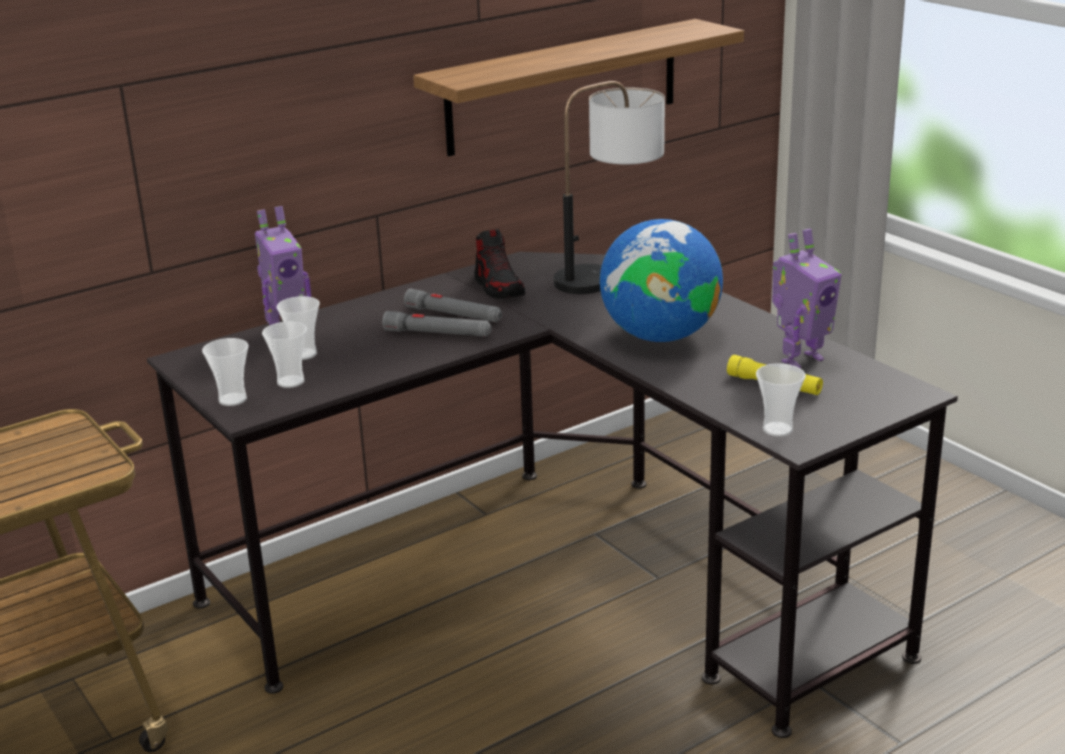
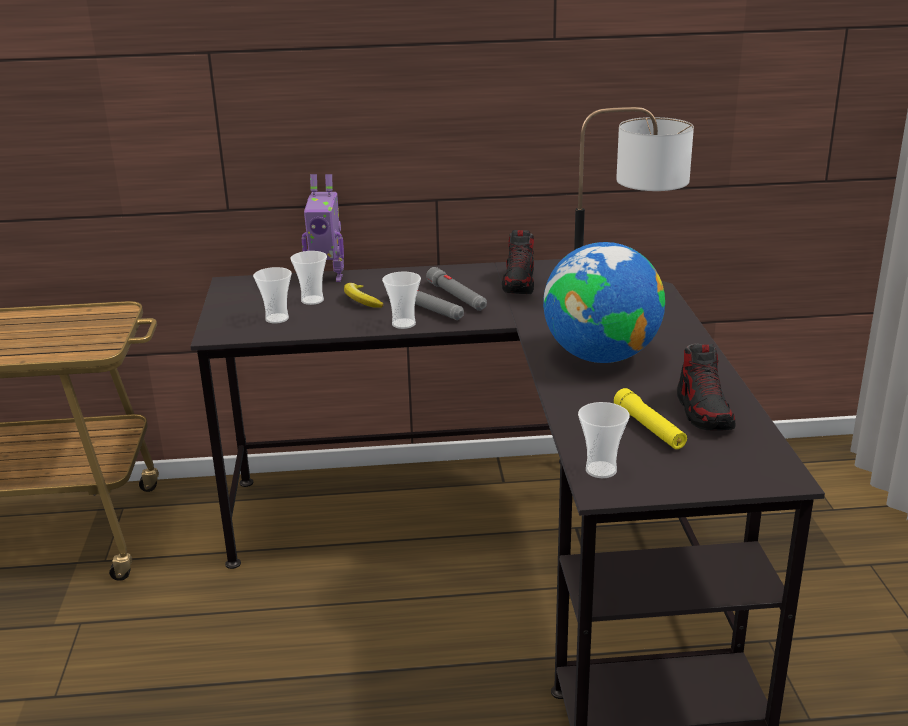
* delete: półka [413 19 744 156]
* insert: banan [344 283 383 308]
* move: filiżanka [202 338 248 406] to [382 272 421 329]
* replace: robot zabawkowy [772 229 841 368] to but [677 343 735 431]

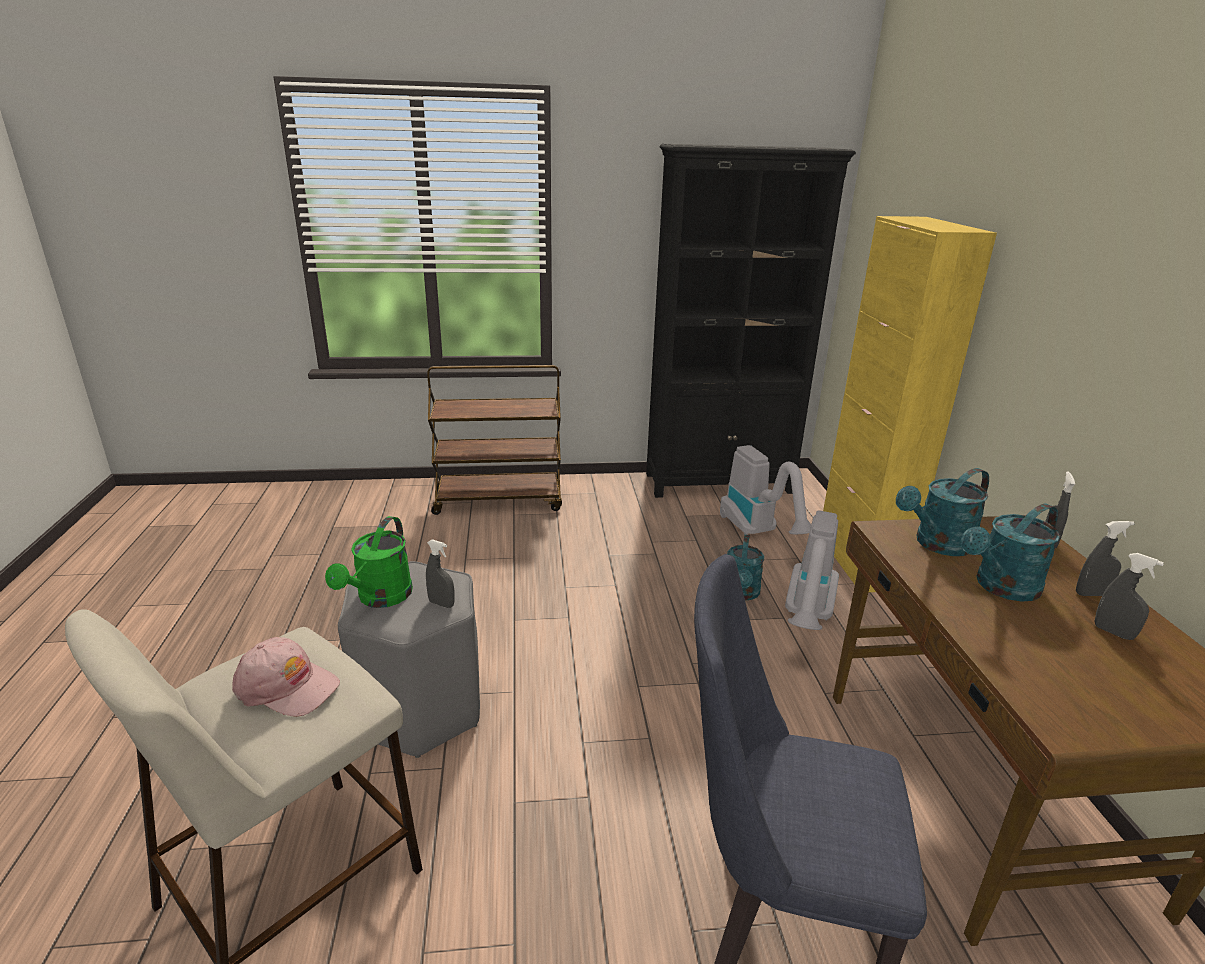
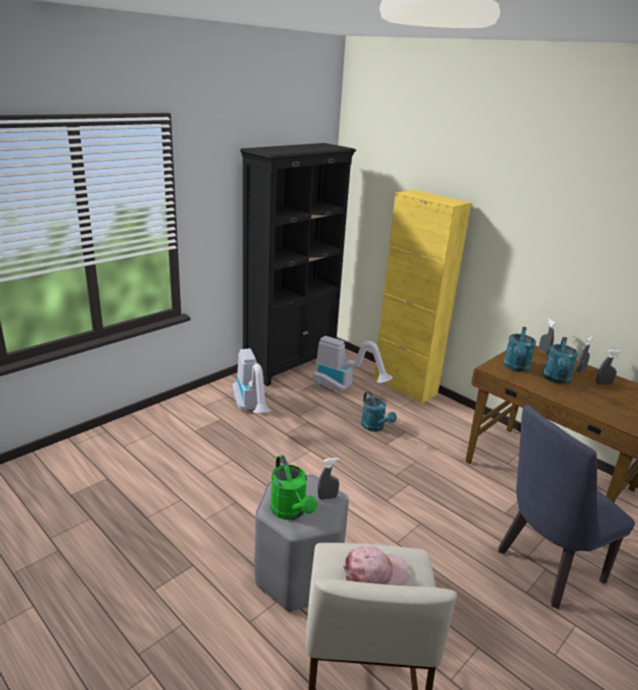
* delete: wózek (brązowy) [427 365 562 515]
* move: odkurzacz [785 511 839 630] to [233 349 271 413]

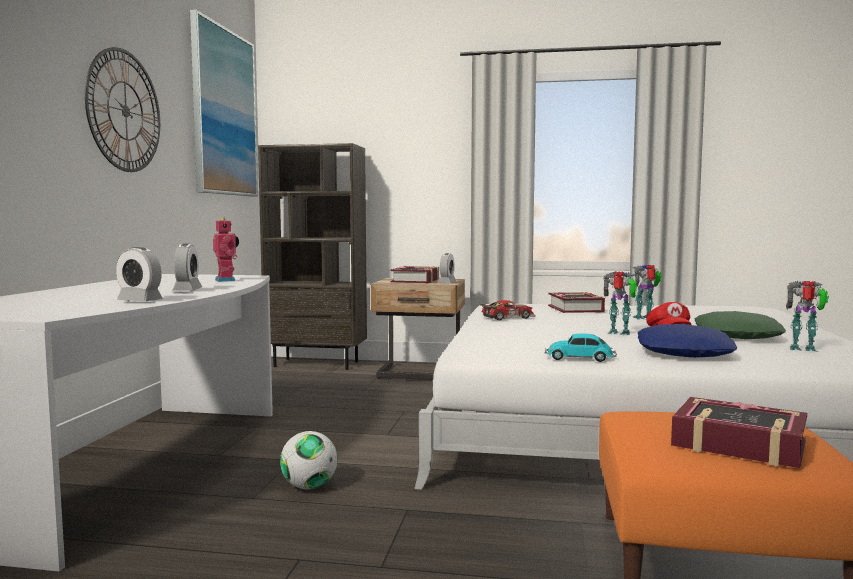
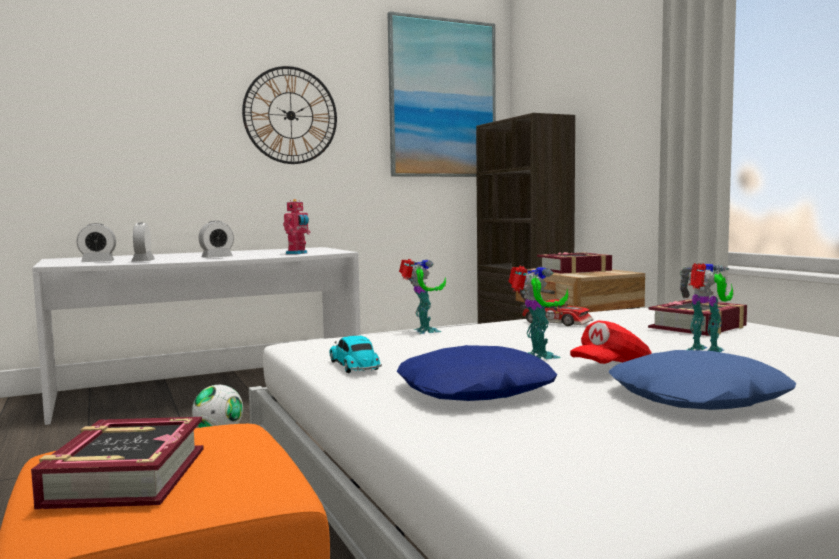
* move: budzik [438 253 456 283] to [77 223 116 262]
* move: robot zabawkowy [786 281 829 352] to [399 259 446 334]
* recolor: poduszka (zielony) [694 311 786 339] to poduszka (niebieski) [609 350 796 410]

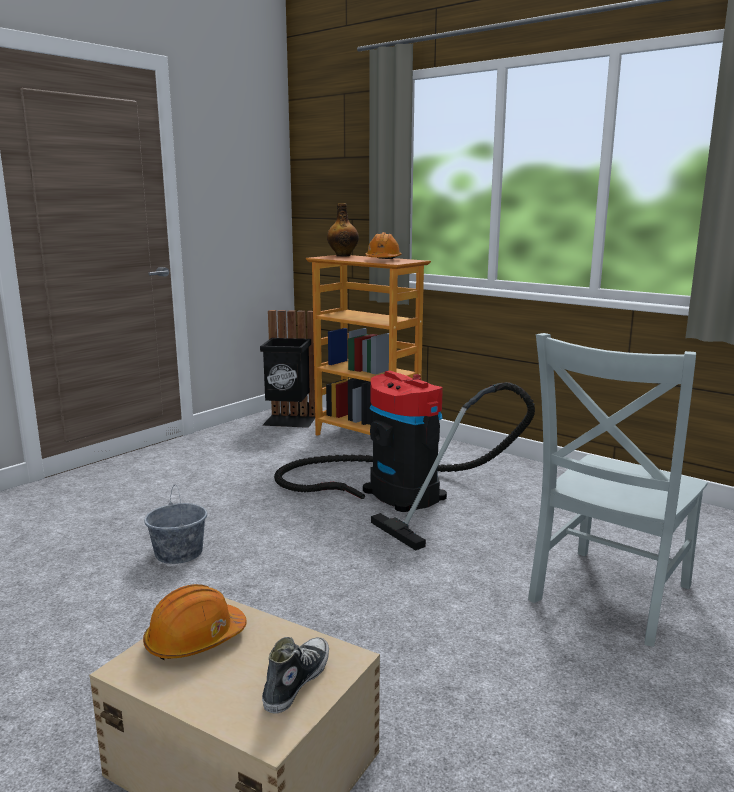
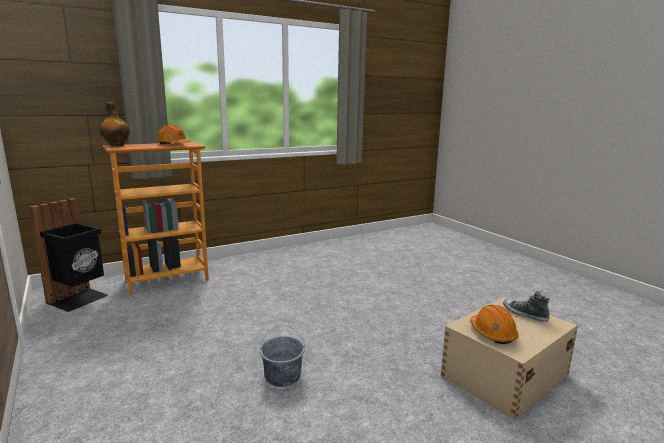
* delete: odkurzacz [274 371 535 551]
* delete: krzesło (szary) [528 333 708 647]

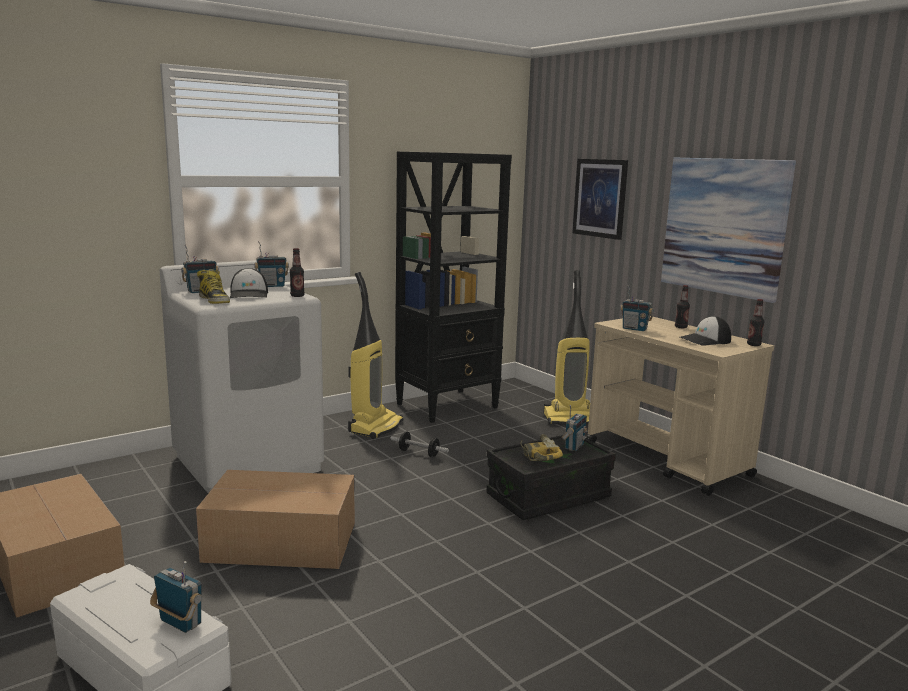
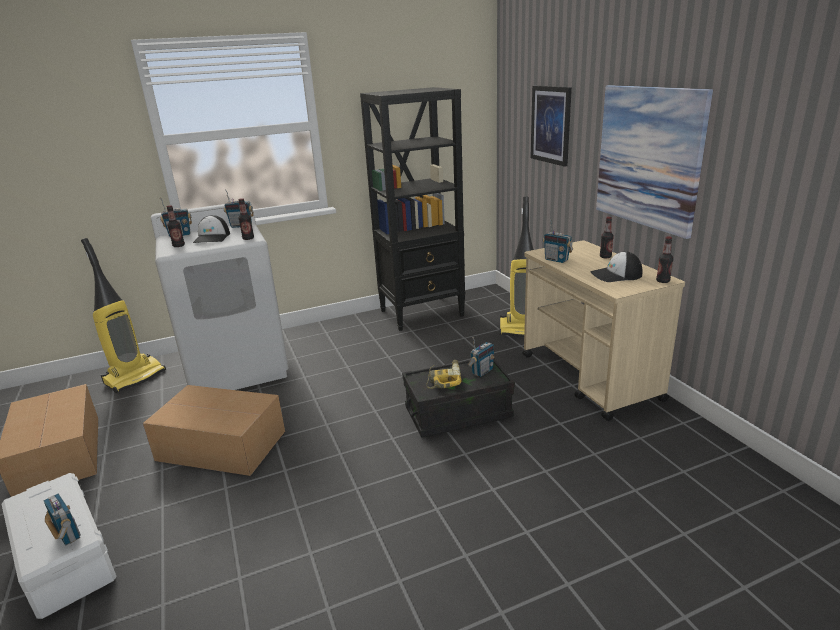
* delete: hantel [390 431 449 457]
* move: odkurzacz [348 272 403 439] to [81 238 166 393]
* replace: but z cholewką [197 269 230 304] to butelka [167 205 185 247]

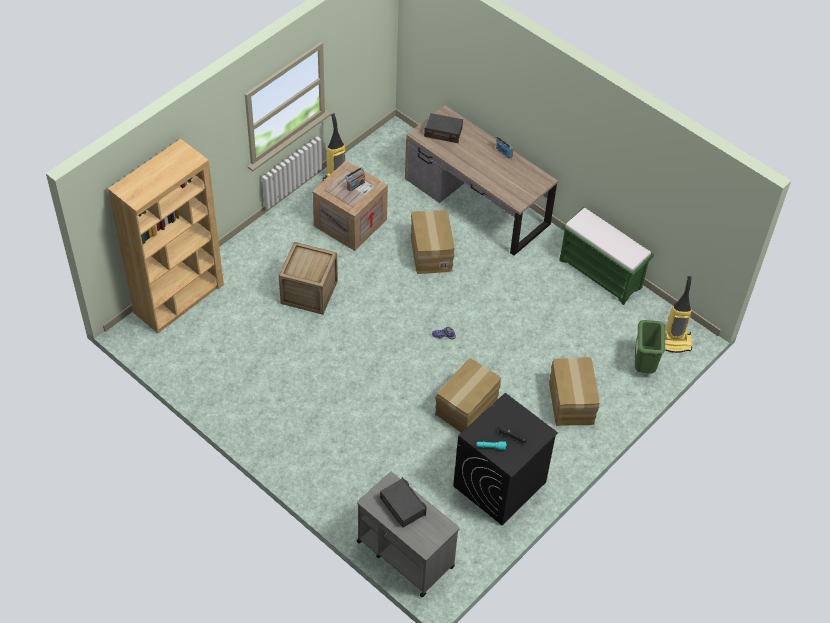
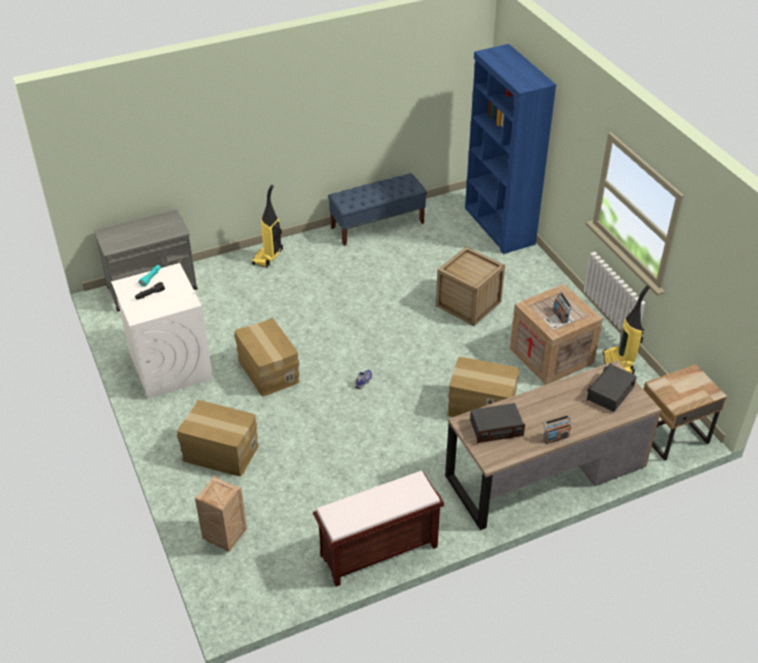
* insert: ławka (niebieski) [328 173 427 246]
* insert: szafka nocna (beżowy) [643 364 727 461]
* move: radio [380 477 426 528] to [470 403 525 443]
* move: odkurzacz [665 276 692 353] to [252 185 283 268]
* replace: kosz na śmieci (zielony) [635 320 665 373] to skrzynka [195 476 247 552]
* recolor: regał (brązowy) [108 139 224 333] to regał (niebieski) [465 44 556 254]
* recolor: pralka (czarny) [453 393 558 525] to pralka (biały) [111 263 213 399]
* recolor: ławka (zielony) [559 207 654 305] to ławka (brązowy) [313 471 444 587]

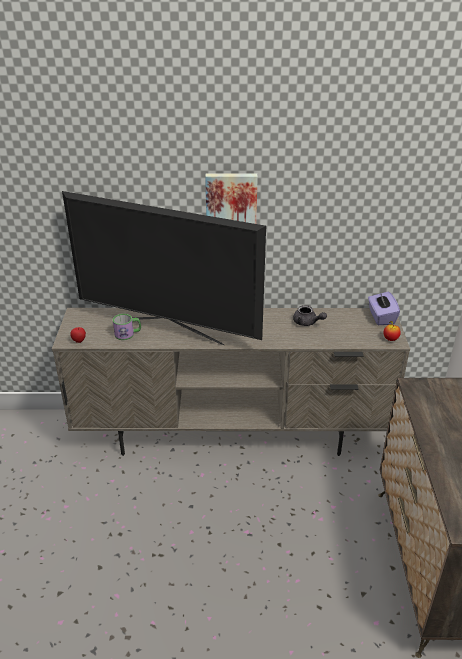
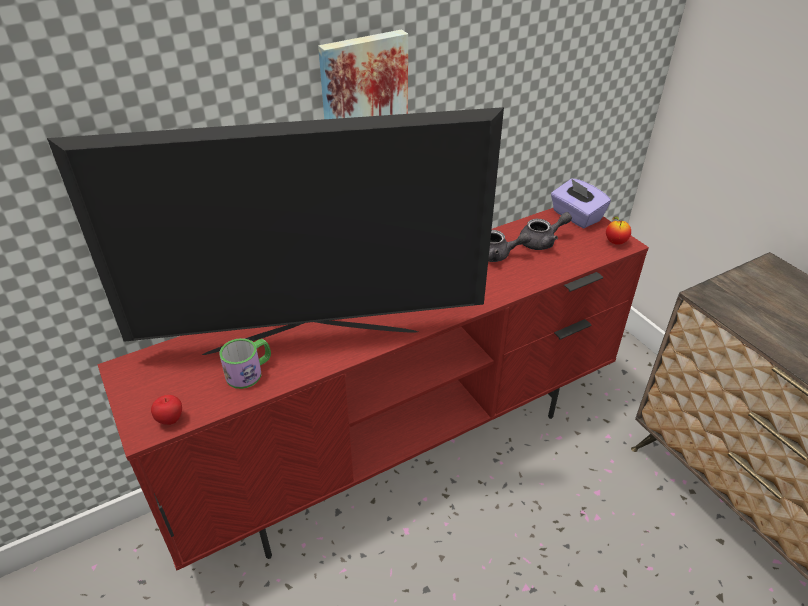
* insert: imbryk (szary) [520 212 572 250]
* recolor: szafka pod telewizor (beżowy) [52 308 410 456] to szafka pod telewizor (czerwony) [98 208 649 570]

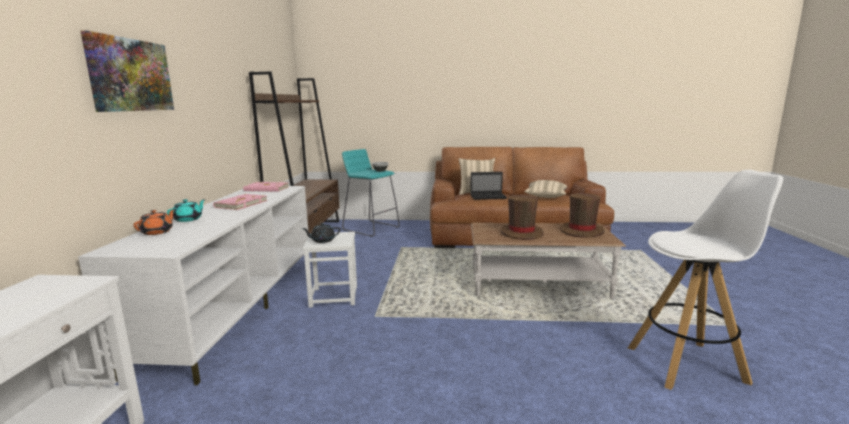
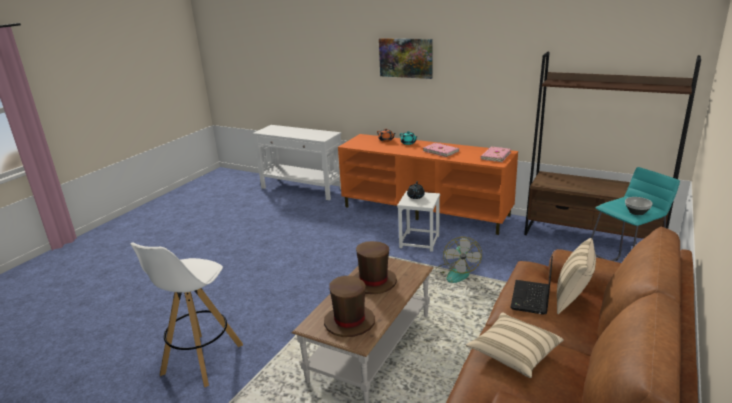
* insert: wentylator [435 237 482 283]
* recolor: szafka pod telewizor (biały) [78 186 308 385] to szafka pod telewizor (pomarańczowy) [338 134 518 235]

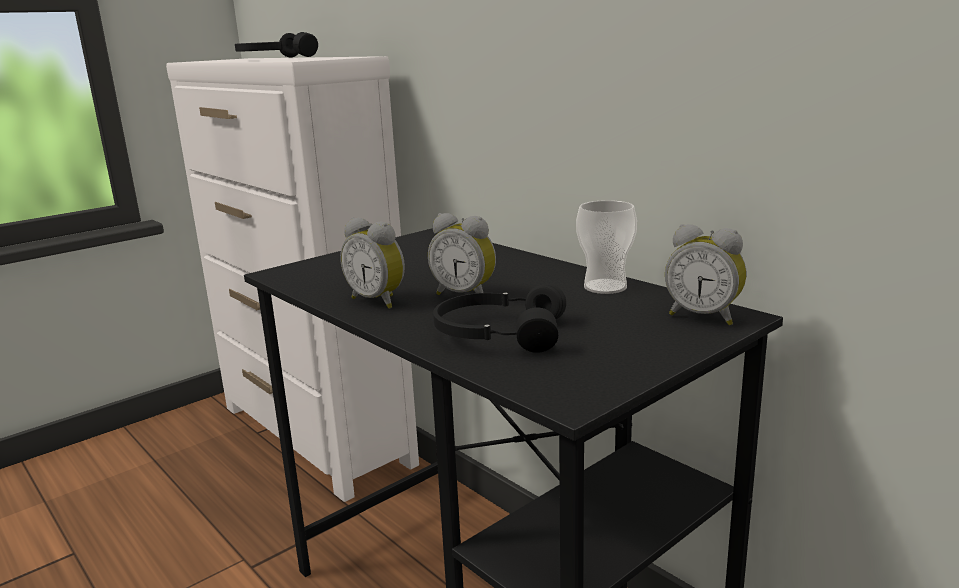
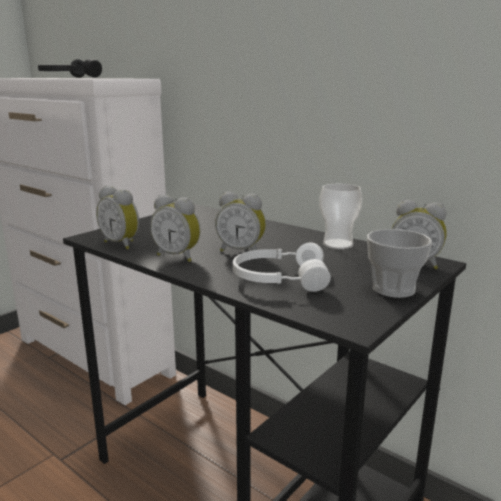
* insert: budzik [96 186 139 250]
* insert: filiżanka [367 229 432 298]
* recolor: słuchawki (czarny) [433 284 566 353] to słuchawki (biały) [233 242 331 292]

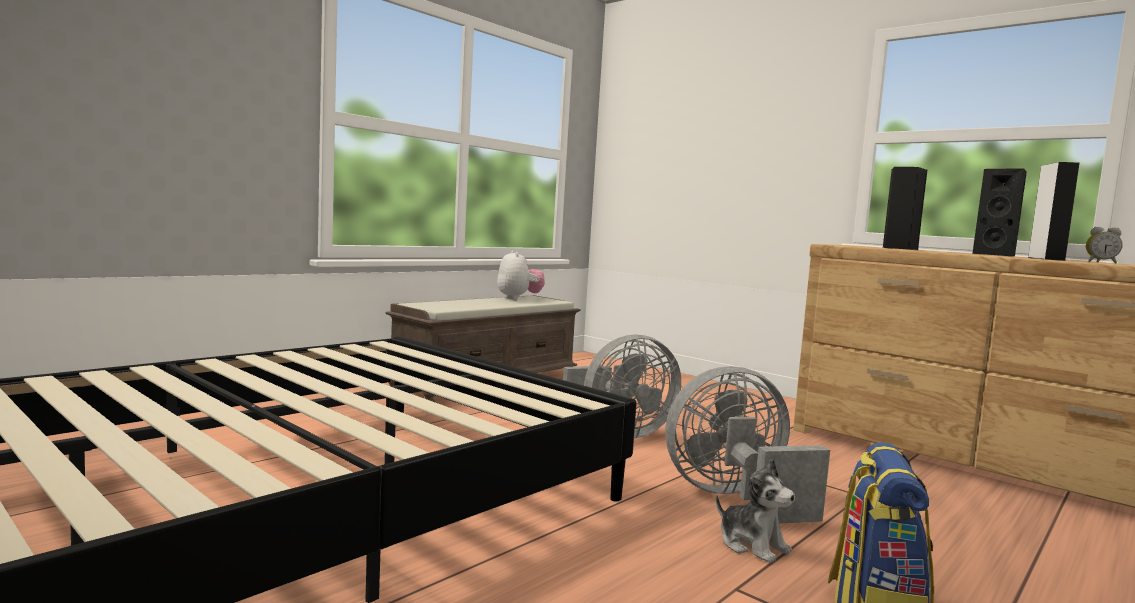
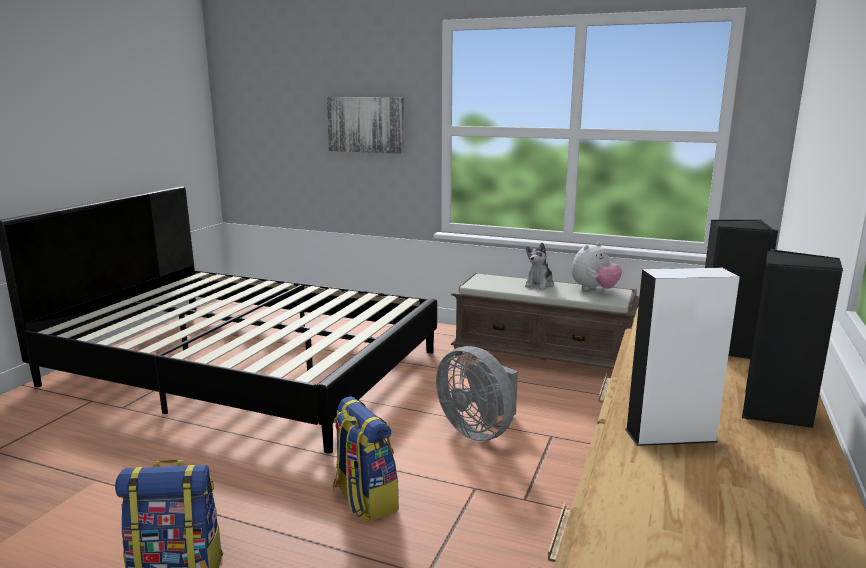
* delete: budzik [1086 227 1123 264]
* insert: obraz [327 97 404 154]
* move: pluszak [716 459 795 563] to [525 243 554 290]
* replace: wentylator (szary) [665 366 830 524] to plecak [333 396 399 523]

